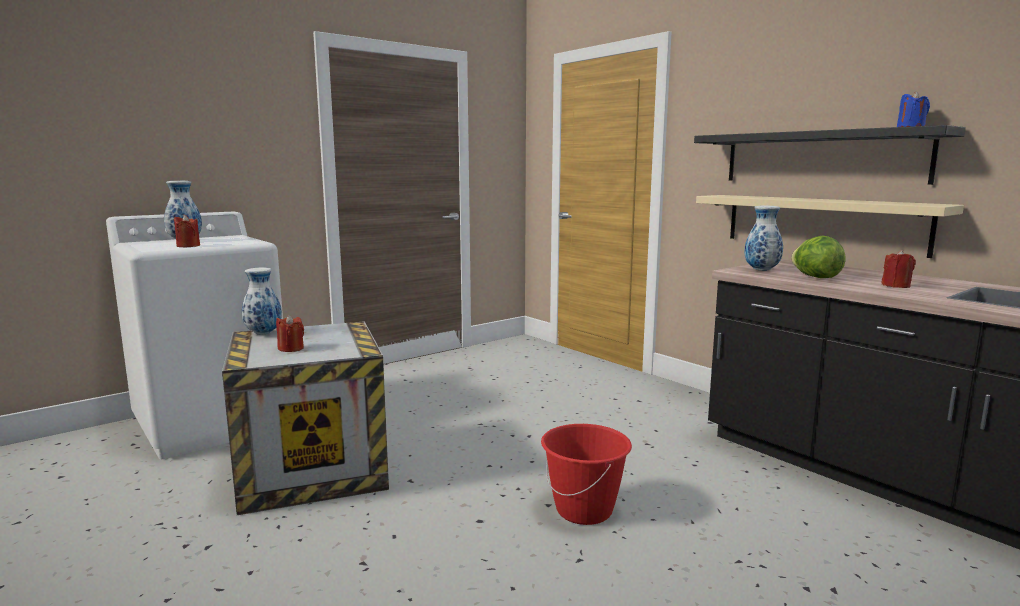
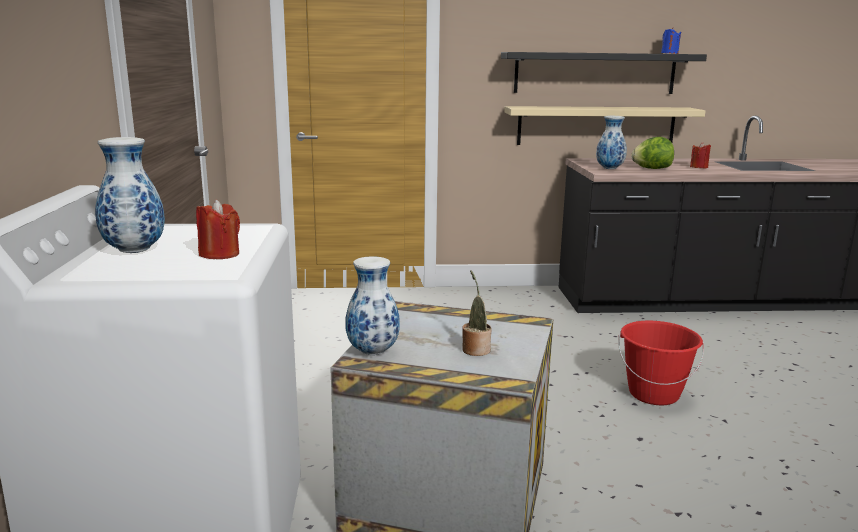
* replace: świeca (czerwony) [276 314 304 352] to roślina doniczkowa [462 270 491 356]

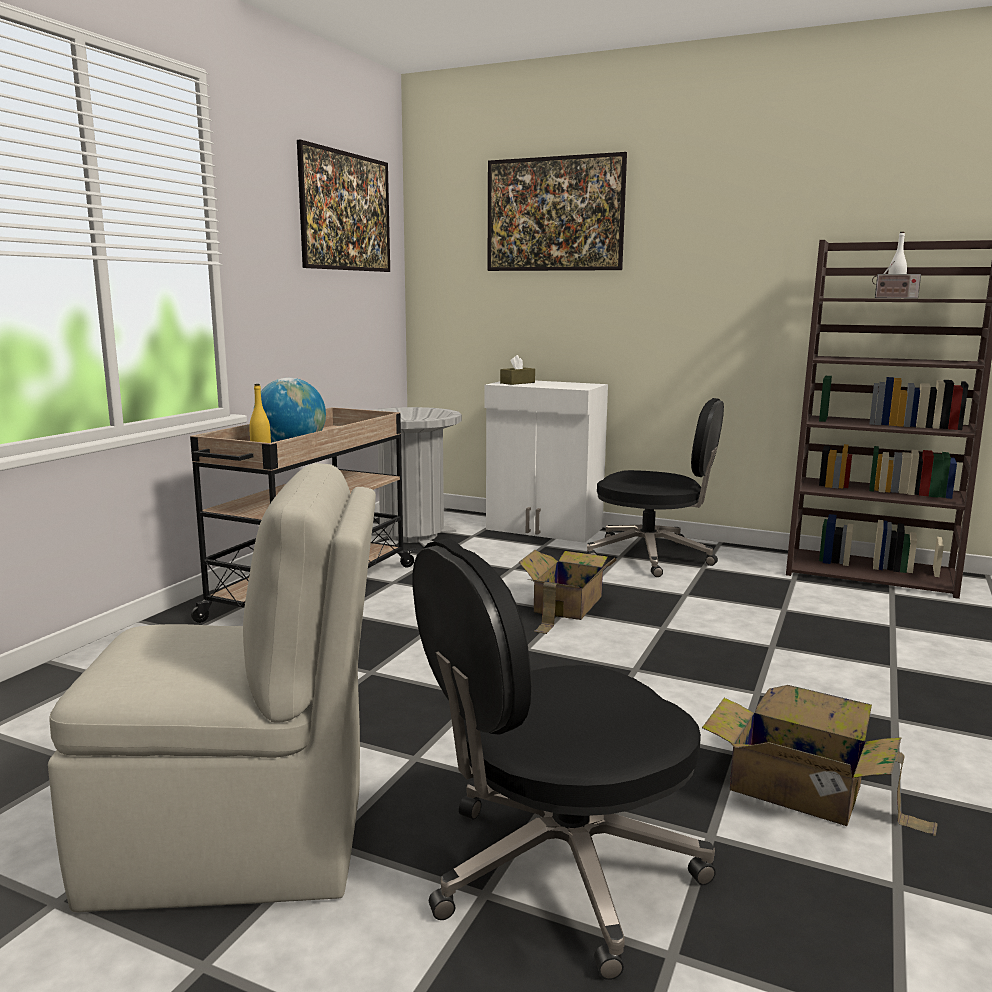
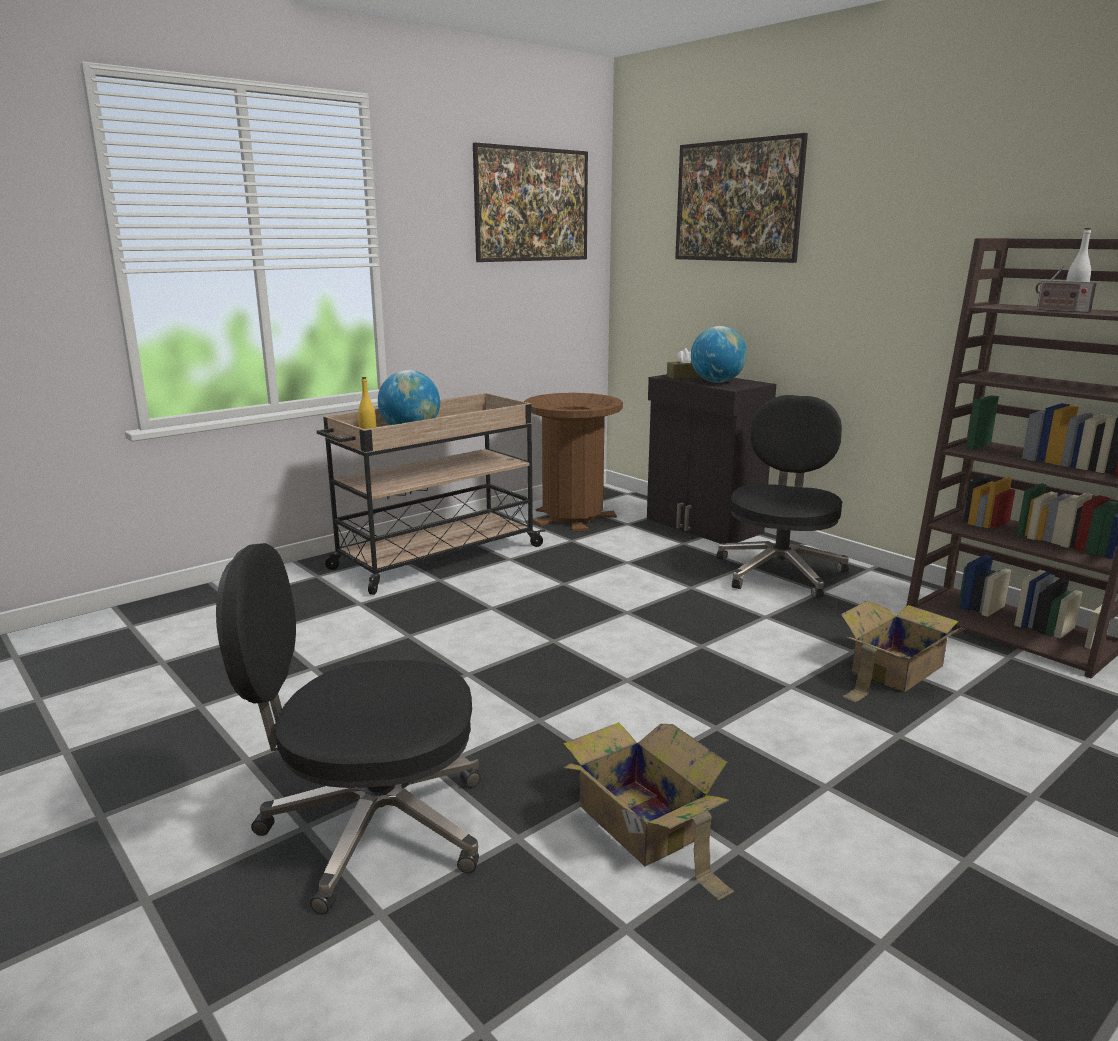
* delete: krzesło (beżowy) [48 463 376 912]
* insert: globus [691 326 747 383]
* move: karton [519 550 617 634] to [841 600 965 703]
* recolor: kosz na śmieci (szary) [372 407 462 547] to kosz na śmieci (brązowy) [524 393 623 531]
* recolor: szafka (biały) [485 381 608 543] to szafka (czarny) [647 374 776 543]
* rotate: krzesło biurowe (czarny) [587 398 724 577] = [716 395 849 598] 120 degrees counterclockwise

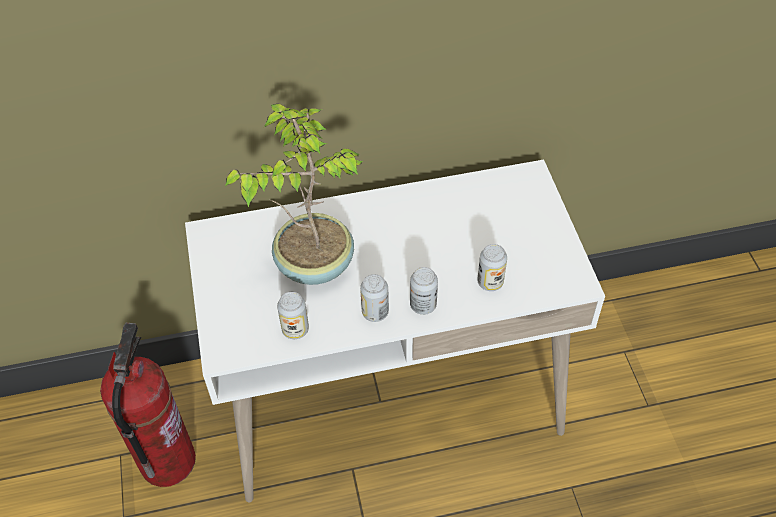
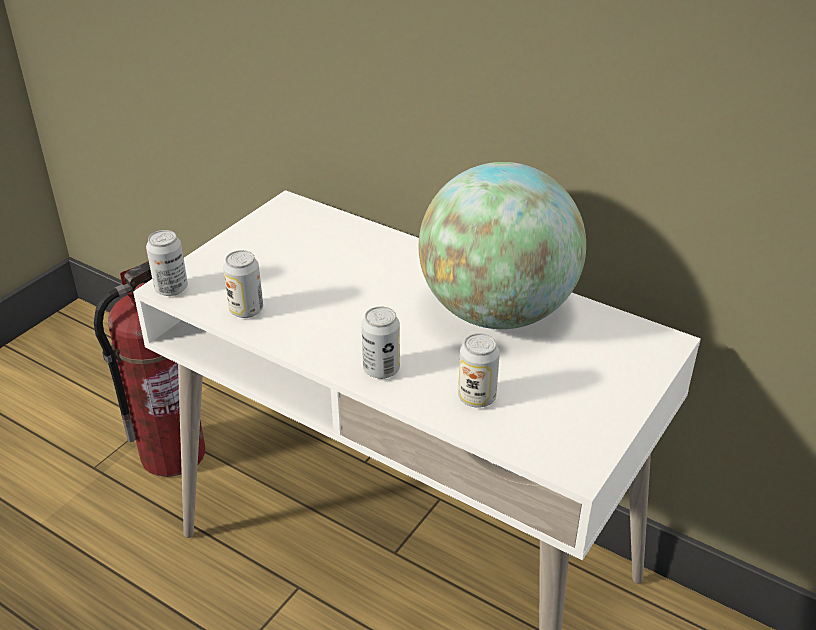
* delete: roślina doniczkowa [225 104 363 285]
* insert: globus [419 162 586 329]
* move: puszka [360 274 389 322] to [146 230 188 296]

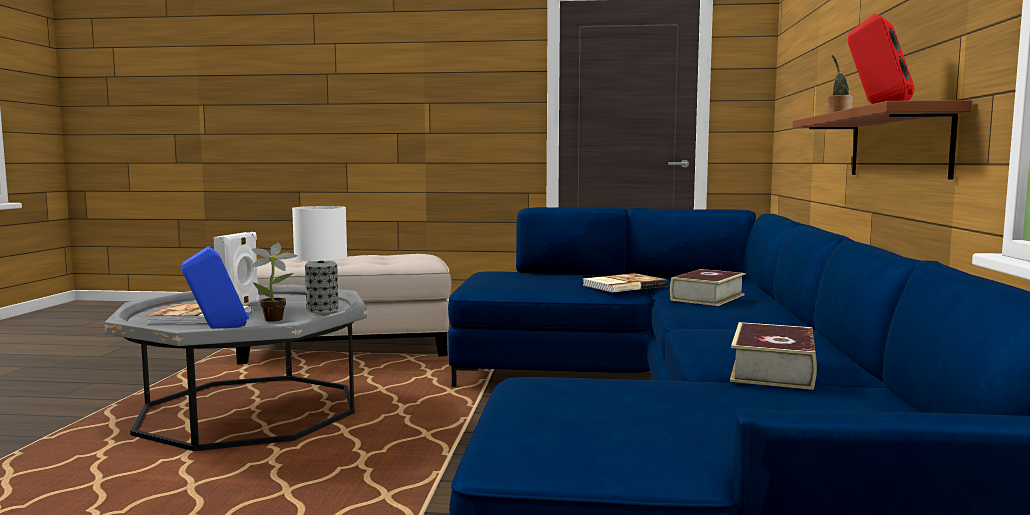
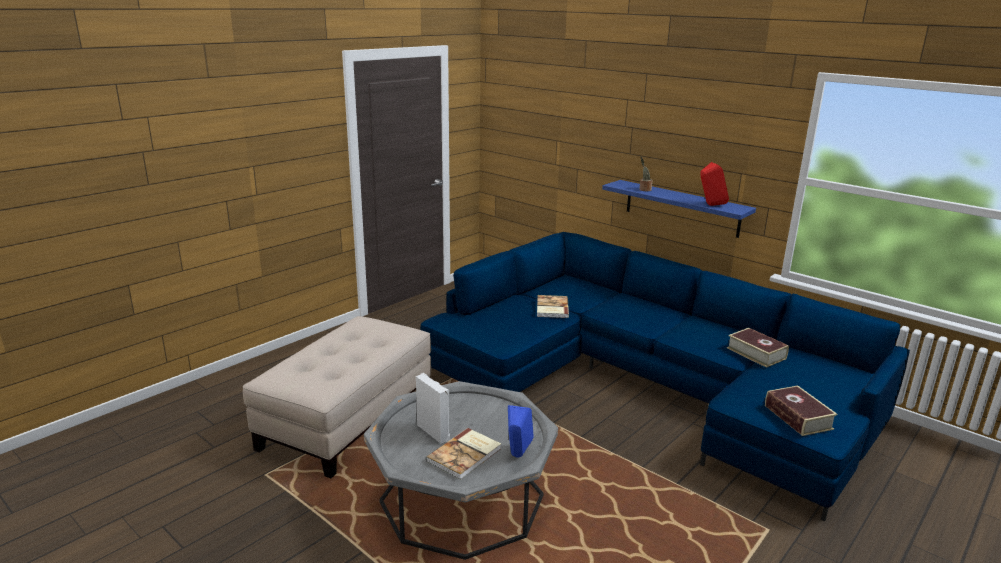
* delete: roślina doniczkowa [252 243 297 322]
* delete: lampa stołowa [292 206 347 313]
* move: książka [670 269 745 306] to [765 385 837 436]
* recolor: półka (brązowy) [793 100 973 180] to półka (niebieski) [602 180 756 238]

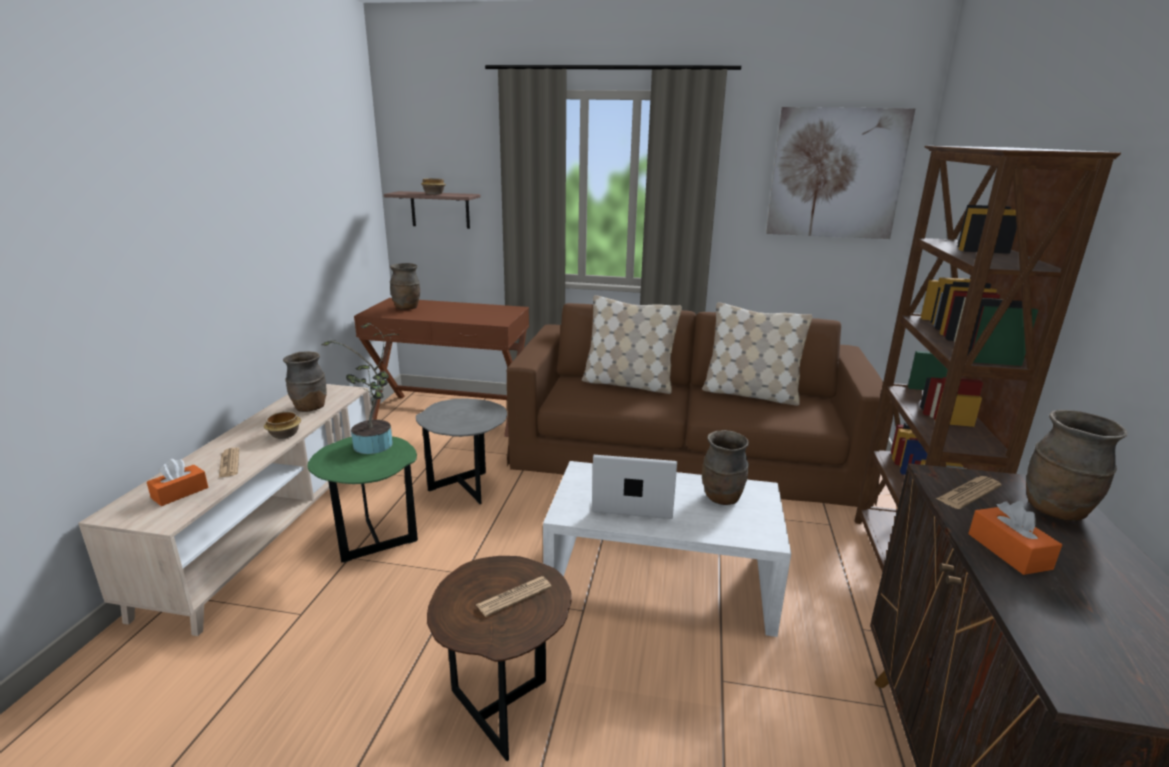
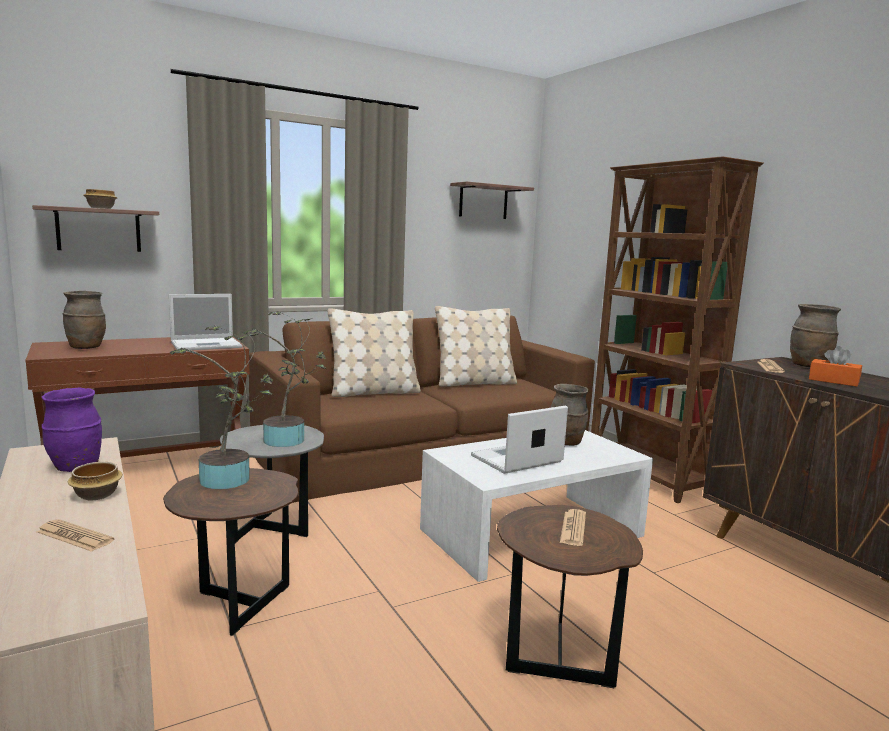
* delete: pudełko chusteczek (pomarańczowy) [147 459 208 506]
* insert: laptop [169 294 242 350]
* insert: roślina doniczkowa [243 311 326 447]
* replace: obraz [766 107 915 239] to półka [450 181 534 219]
* recolor: wazon (brązowy) [283 351 327 412] to wazon (fioletowy) [42 388 102 472]
* recolor: stolik (zielony) [307 436 418 563] to stolik (brązowy) [163 468 298 636]

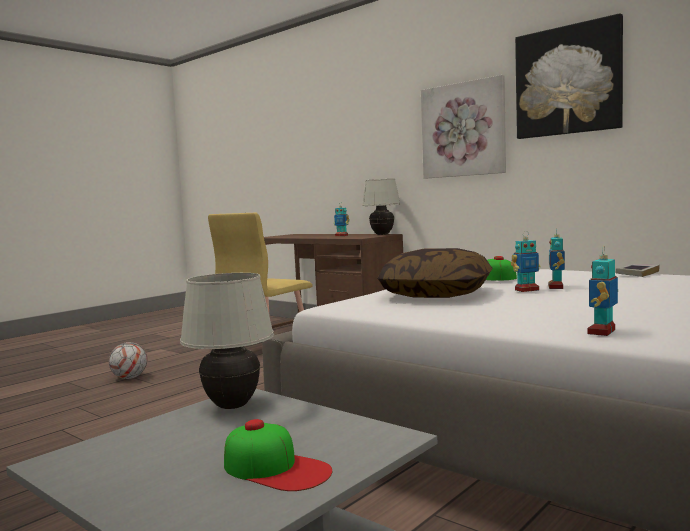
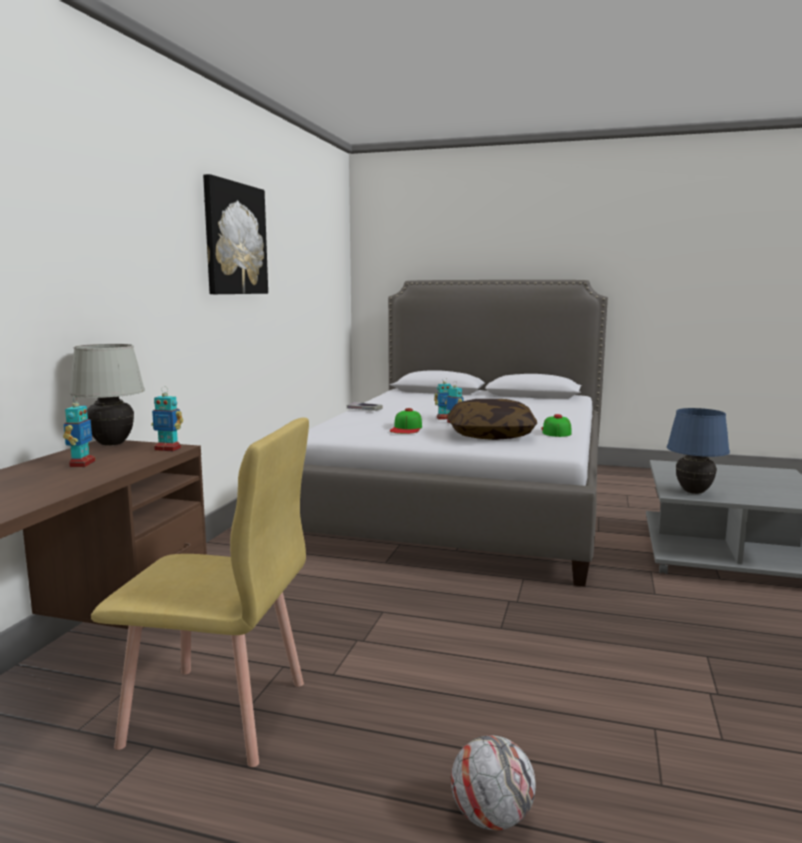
* delete: obraz [421 75 506 179]
* move: czapka z daszkiem [224 419 332 491] to [541 414 572 437]
* move: robot zabawkowy [587 246 618 336] to [151 386 183 451]
* recolor: lampa stołowa (biały) [180 273 274 409] to lampa stołowa (niebieski) [667 408 730 494]

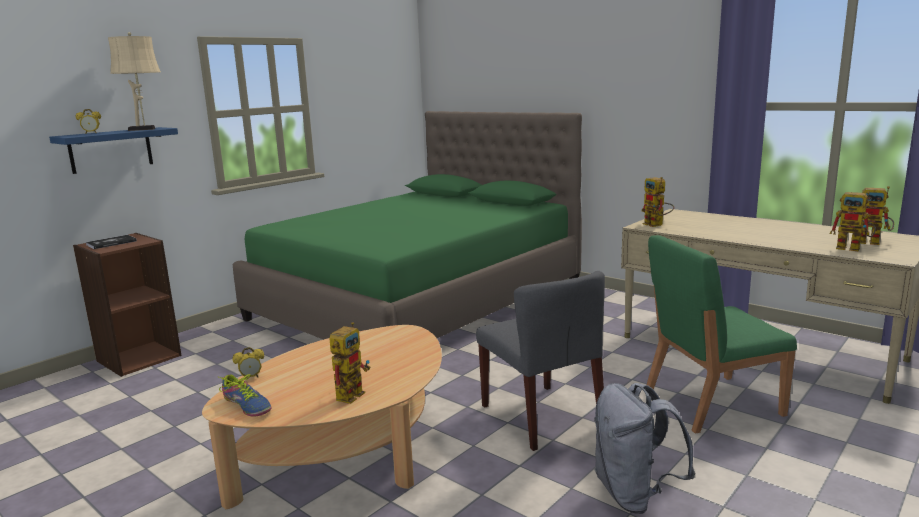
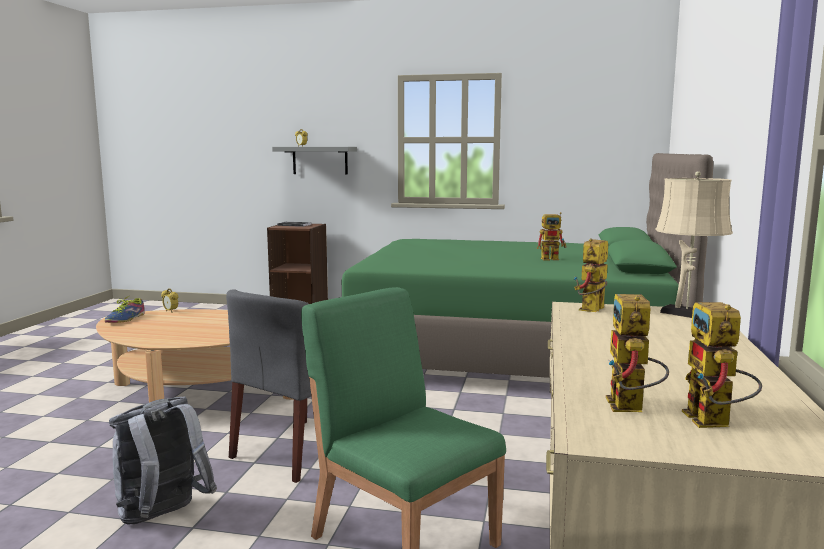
* move: lampa stołowa (beżowy) [108 32 161 131] to [655 172 733 318]
* move: robot zabawkowy [329 322 371 404] to [537 212 566 260]
* recolor: półka (niebieski) [49 127 178 174] to półka (szary) [272 147 357 175]

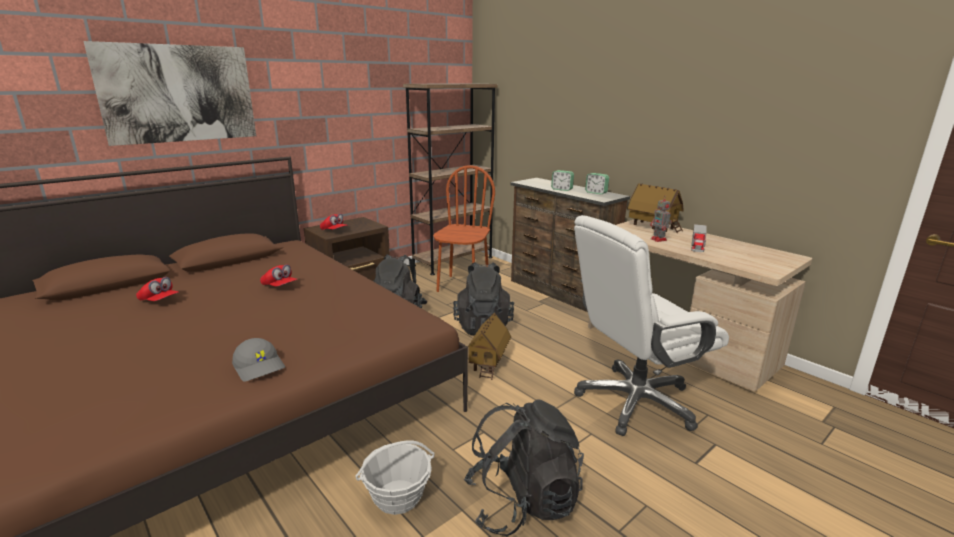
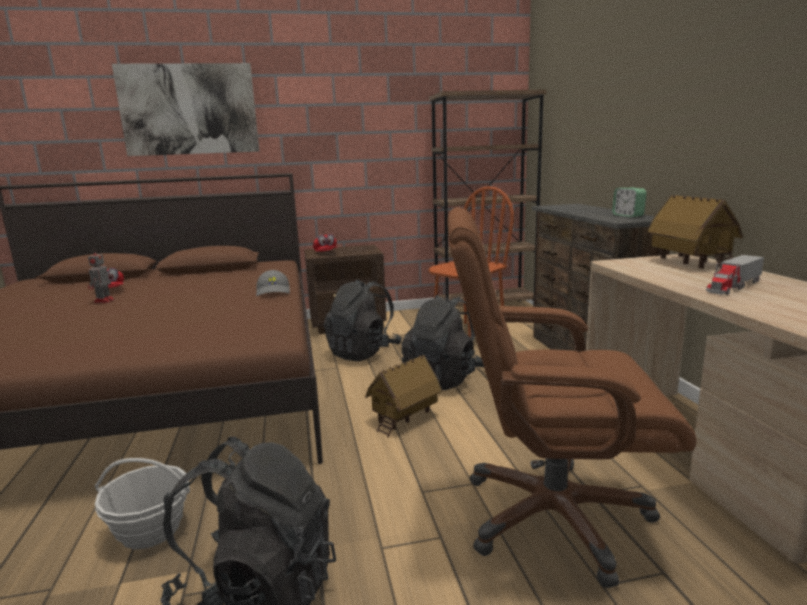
* delete: czapka z daszkiem (czerwony) [260 264 298 287]
* delete: budzik [551 170 574 191]
* move: czapka z daszkiem (szary) [232 338 285 382] to [256 270 290 296]
* move: robot zabawkowy [650 196 672 242] to [88 249 115 303]
* recolor: krzesło biurowe (biały) [574 215 729 436] to krzesło biurowe (brązowy) [447 207 697 588]

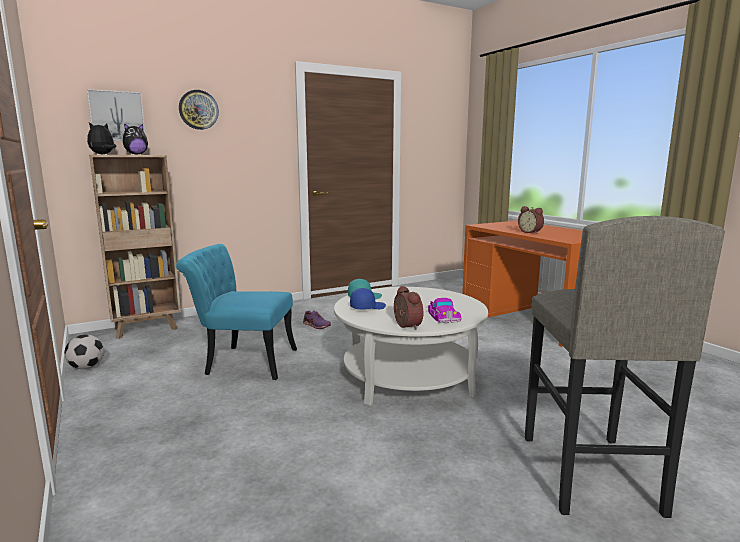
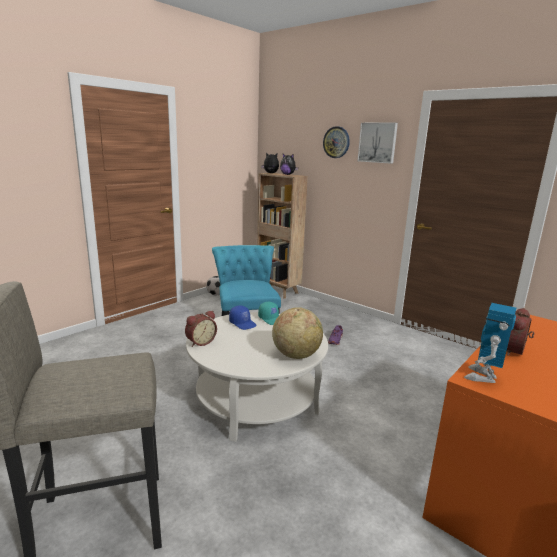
* delete: samochodzik [428 298 461 323]
* insert: globus [272 307 323 359]
* insert: robot zabawkowy [464 303 516 383]
* move: obraz [87 89 145 141] to [358 123 398 164]

